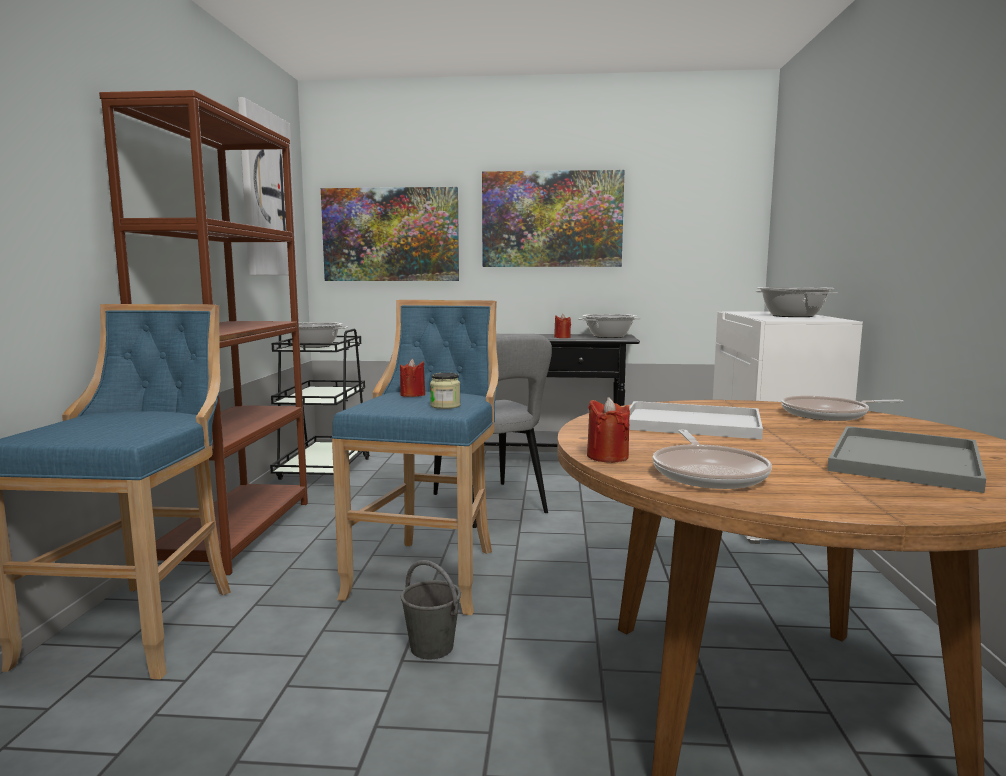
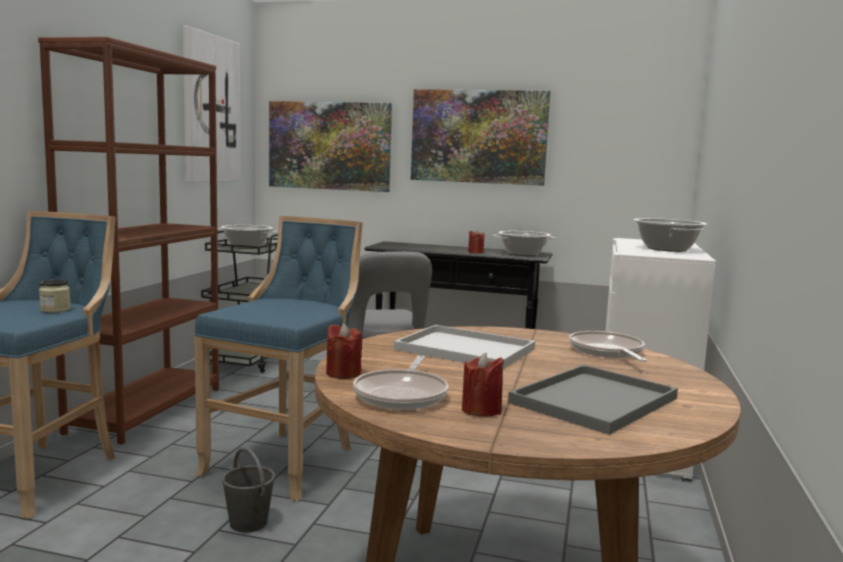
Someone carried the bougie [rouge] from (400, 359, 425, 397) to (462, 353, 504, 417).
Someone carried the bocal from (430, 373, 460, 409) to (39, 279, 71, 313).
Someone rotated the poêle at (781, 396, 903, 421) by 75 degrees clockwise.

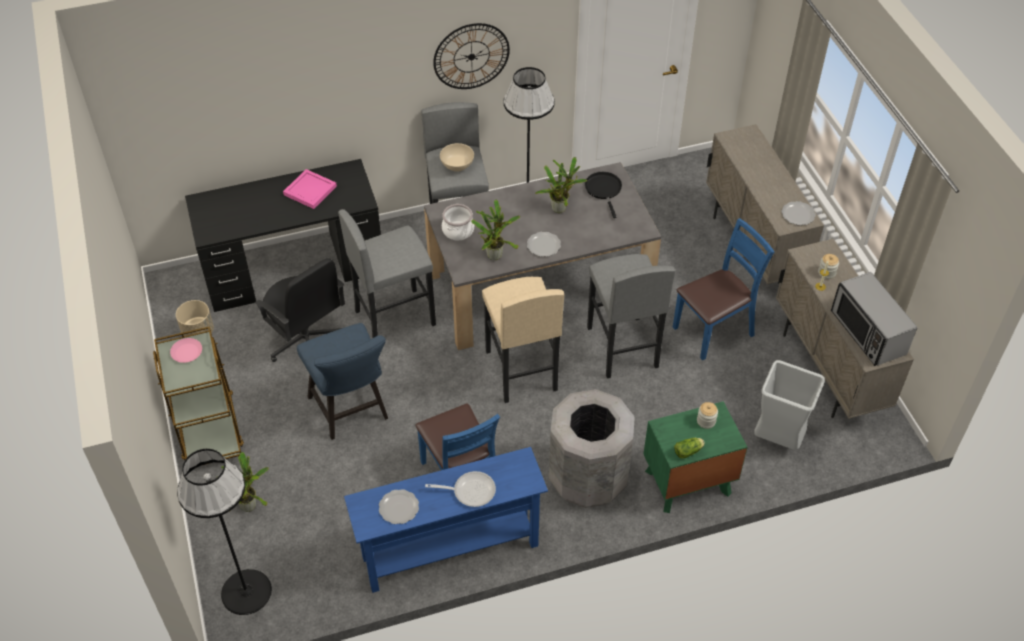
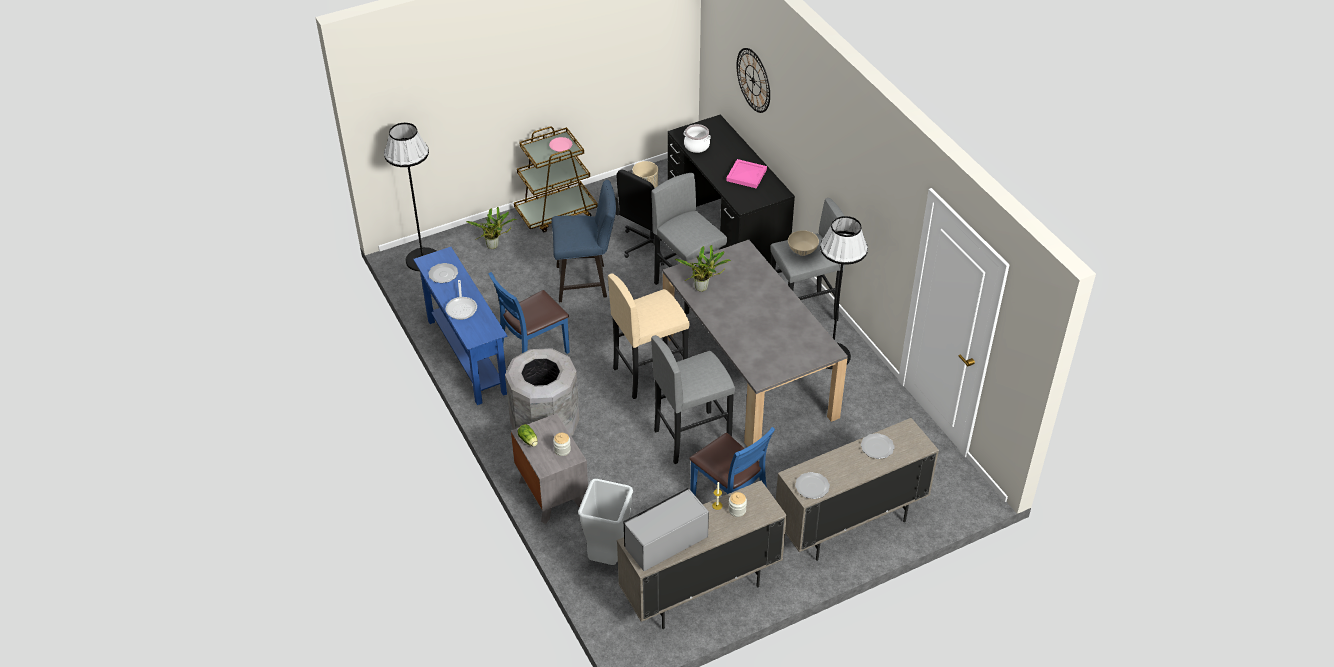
Someone carried the horloge murale from (433, 23, 510, 89) to (737, 48, 770, 113).
Someone took away the plante en pot at (535, 157, 587, 213).
Someone took away the poêle [noir] at (585, 172, 622, 218).
Someone carried the marmite from (442, 204, 474, 240) to (684, 124, 711, 153).
Someone carried the assiette from (527, 232, 561, 257) to (861, 433, 895, 459).
Someone rotated the chaise [bleu] at (297, 323, 388, 440) by 150 degrees counterclockwise.
Someone repainted the table de chevet [vert] at (643, 401, 748, 513), which became the table de chevet [gris] at (511, 413, 588, 524).

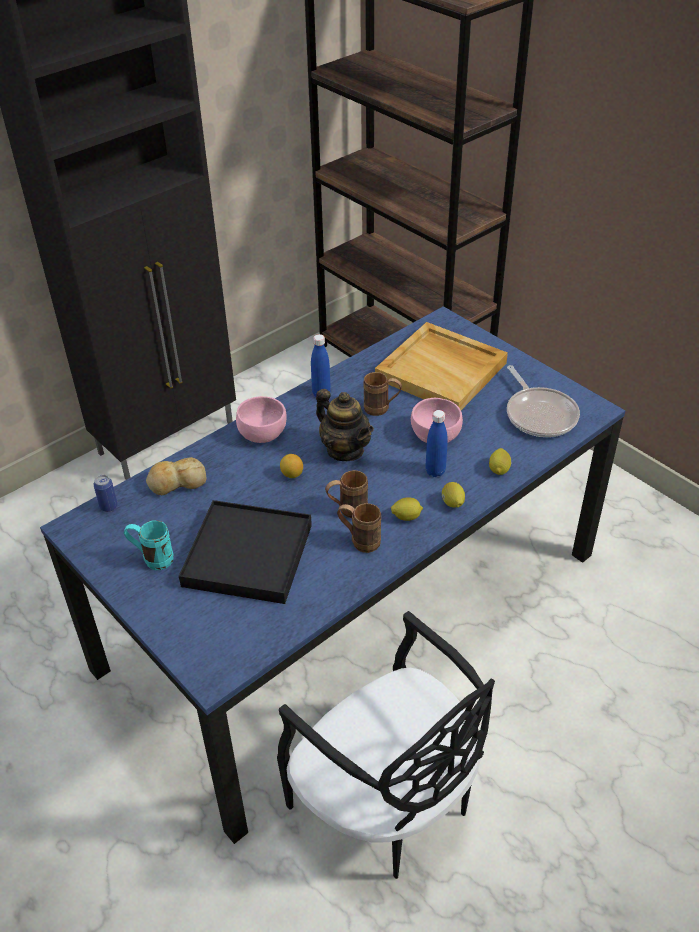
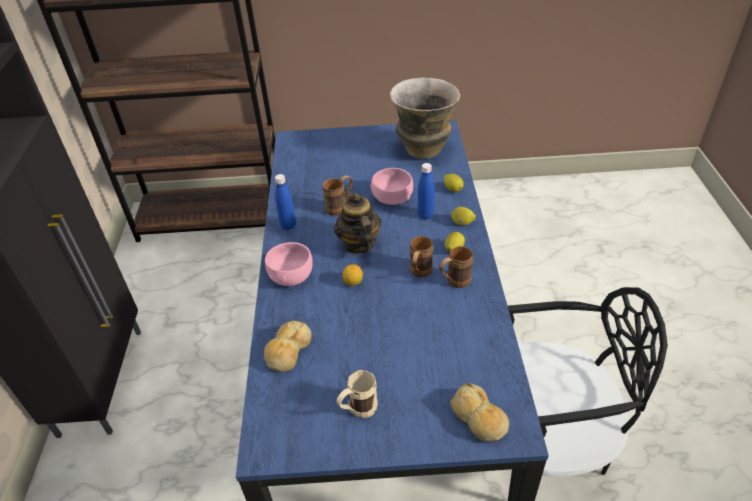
Someone took away the plateau [beige] at (375, 322, 508, 410).
Someone swapped the poêle at (507, 365, 580, 437) for the vase at (390, 77, 460, 159).
Someone rotated the théière at (316, 389, 374, 461) by 105 degrees counterclockwise.
Someone took away the boîte métallique at (93, 475, 118, 512).
Someone took away the plateau [noir] at (179, 500, 312, 604).
Someone repainted the mug [turquoise] at (124, 520, 174, 570), which became the mug [beige] at (336, 370, 378, 418).
Someone put down the pain at (450, 383, 509, 442).

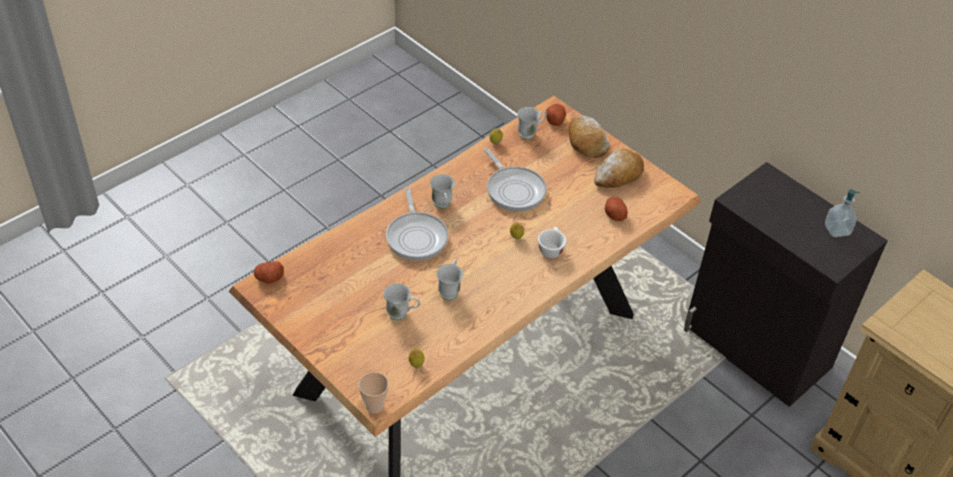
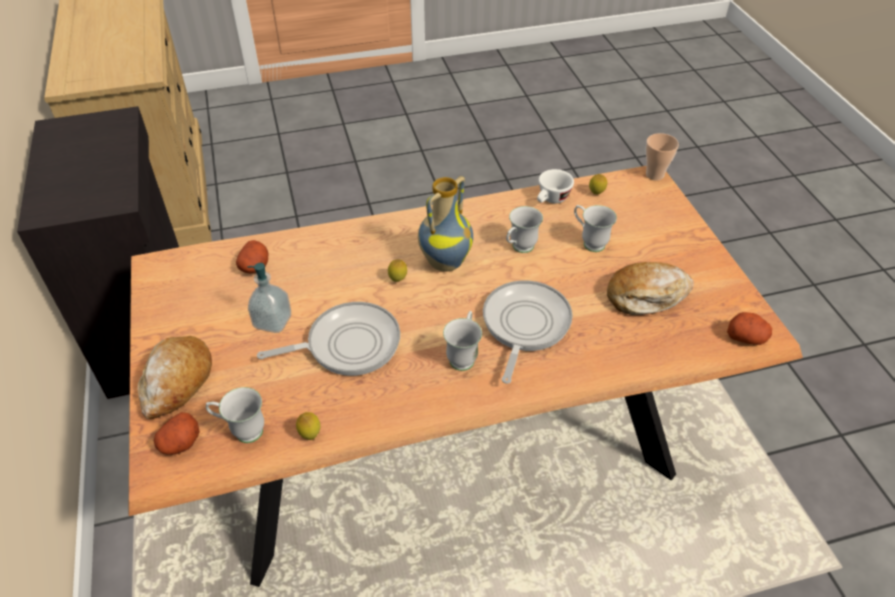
Someone rotated the poêle at (484, 148, 547, 212) by 75 degrees clockwise.
Someone carried the pain from (594, 148, 644, 188) to (607, 262, 694, 315).
Someone carried the distributeur de savon from (825, 189, 860, 237) to (247, 263, 291, 333).
Someone carried the tasse [blanc] from (538, 227, 566, 258) to (537, 169, 574, 204).
Someone put down the vase at (418, 176, 473, 272).

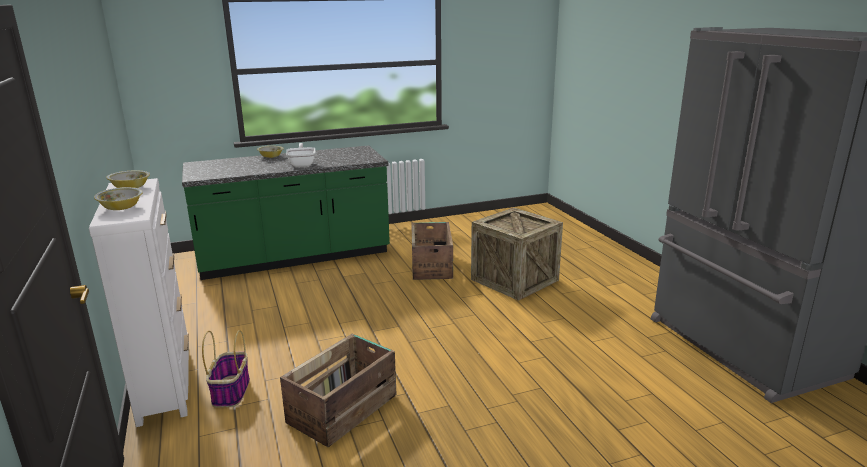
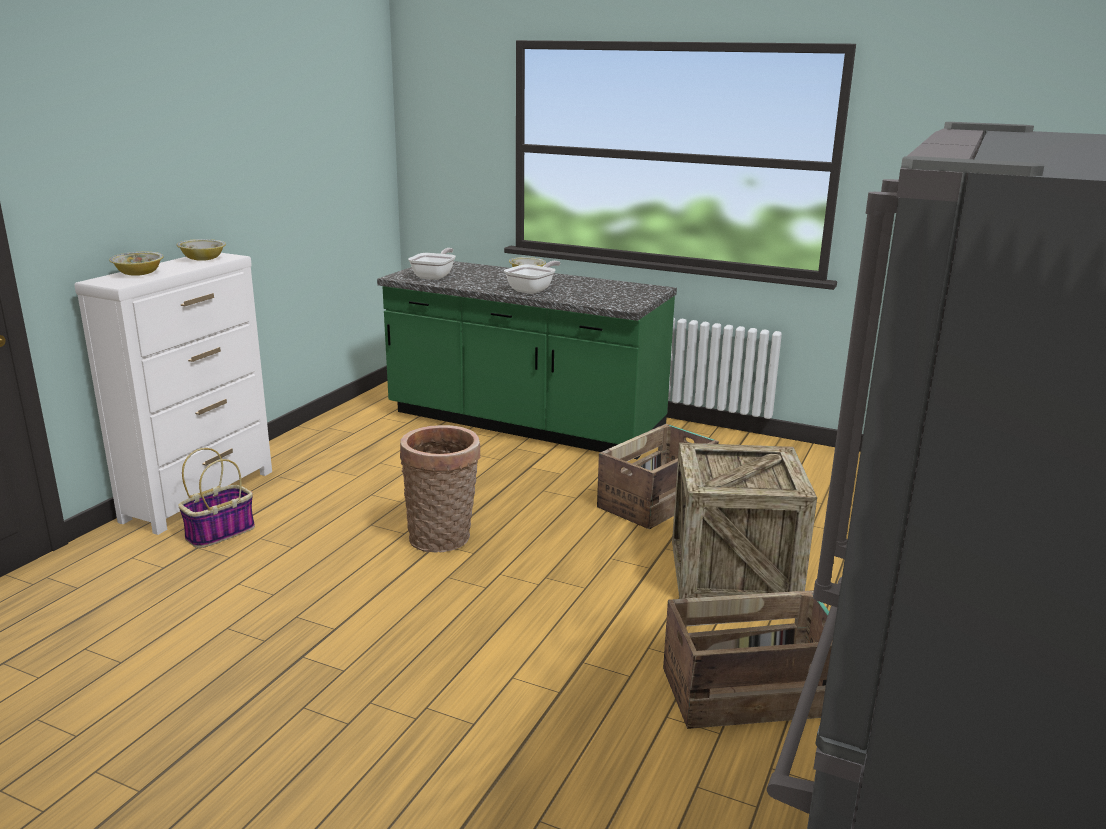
Someone carried the caisse from (280, 334, 397, 448) to (663, 590, 833, 729).
Someone put down the poêle at (408, 248, 456, 280).
Someone put down the panier at (400, 425, 480, 553).

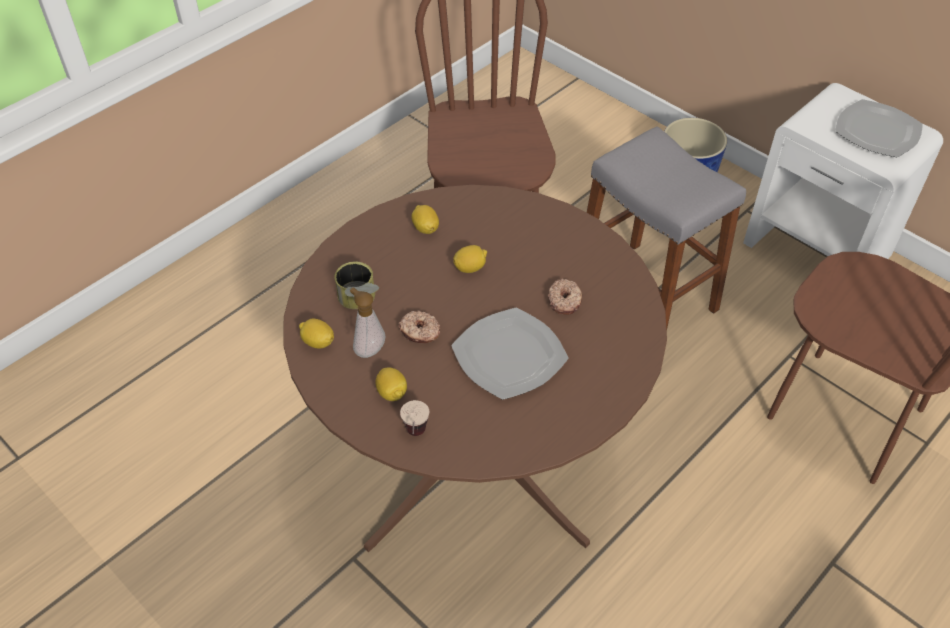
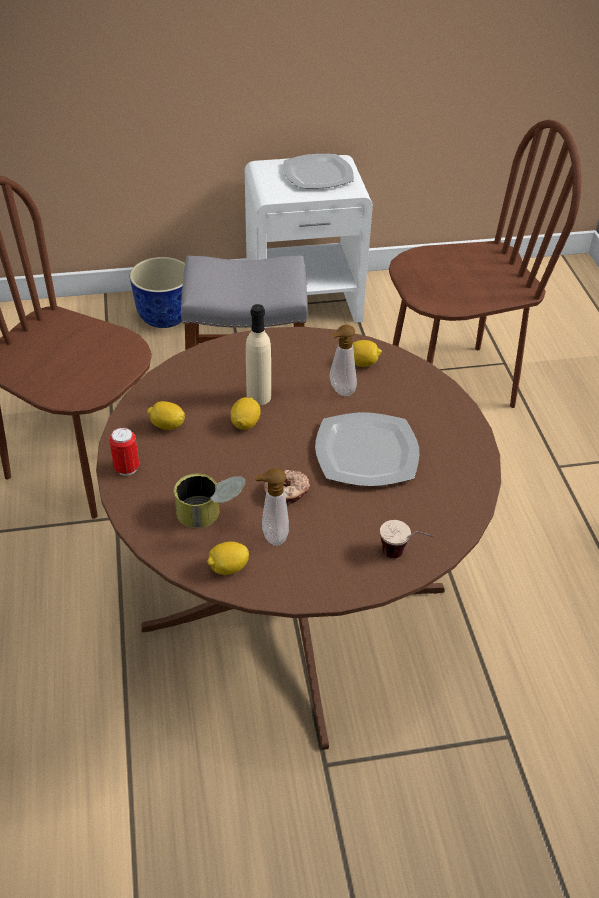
Someone swapped the beignet at (548, 279, 582, 315) for the distributeur de savon at (329, 325, 357, 396).
Someone carried the citron from (375, 368, 407, 401) to (352, 340, 382, 367).
Someone put down the bouteille [beige] at (246, 304, 271, 405).
Someone put down the boîte métallique at (109, 427, 139, 476).

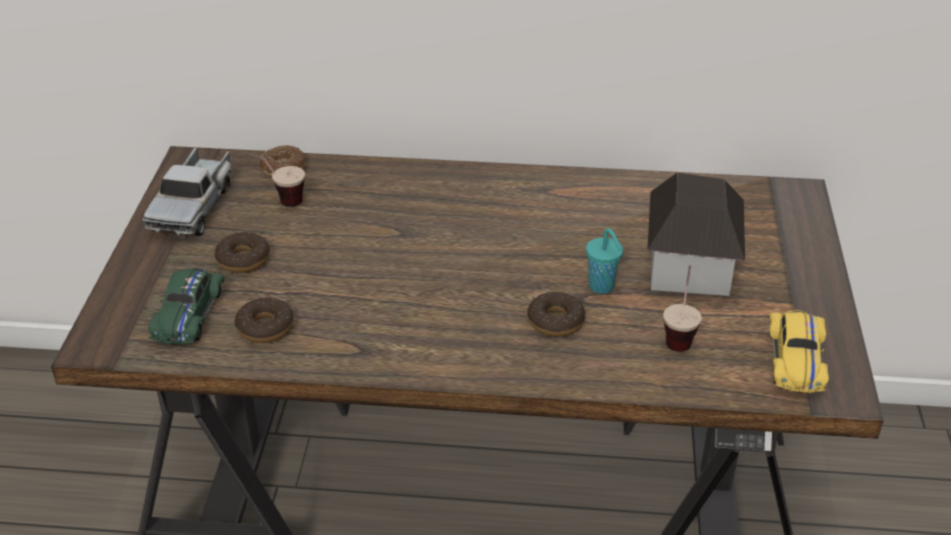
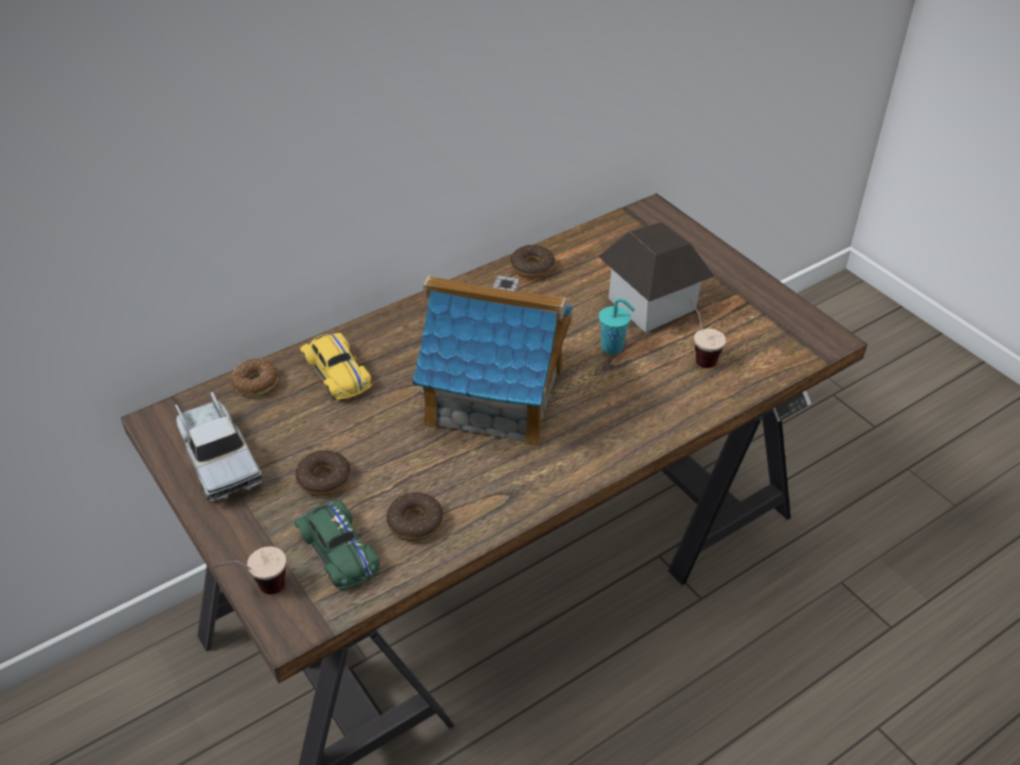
Someone carried the tasse from (244, 152, 305, 207) to (212, 546, 286, 594).
Someone carried the beignet from (527, 292, 585, 337) to (510, 245, 555, 278).
Someone carried the petite voiture [jaune] from (769, 310, 829, 393) to (300, 333, 372, 400).
Someone put down the maison miniature at (412, 275, 573, 448).

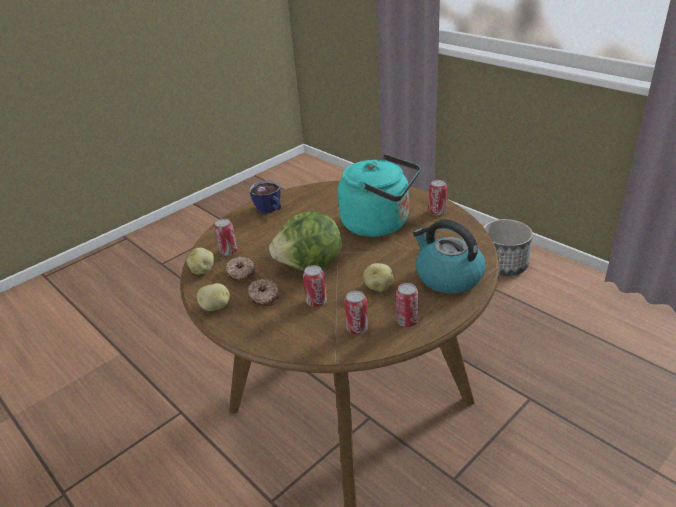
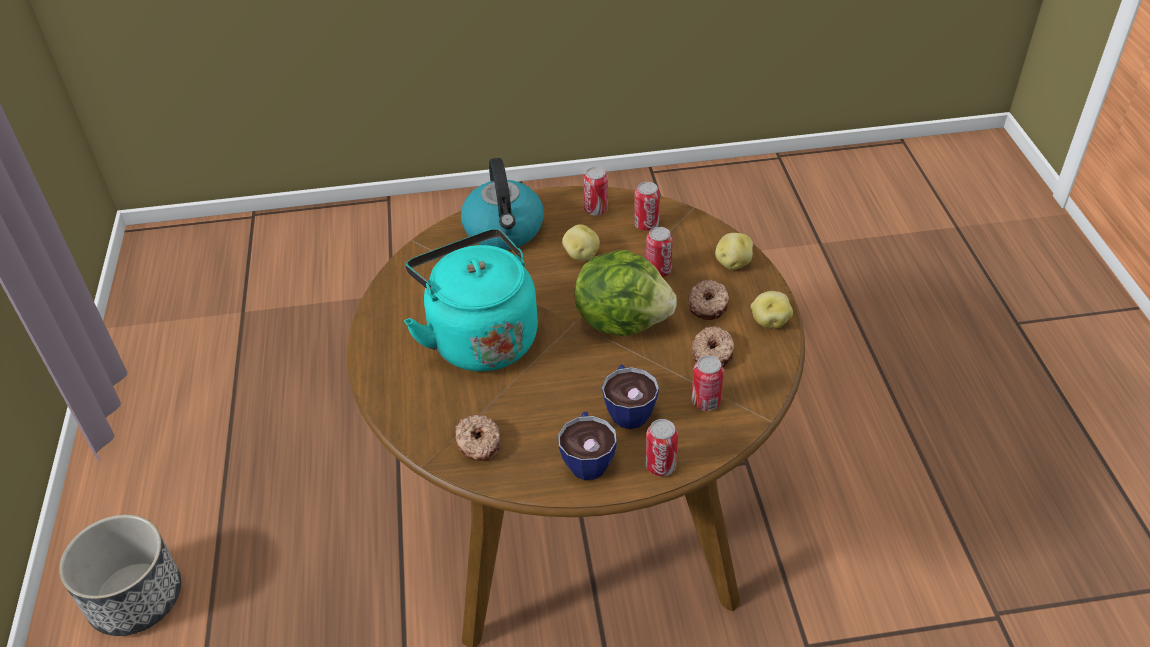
Someone carried the boîte métallique from (429, 180, 447, 215) to (646, 419, 678, 476).
Someone carried the pomme de terre from (186, 248, 214, 275) to (715, 233, 753, 269).
Someone put down the tasse at (602, 365, 659, 429).
Someone put down the beignet at (455, 415, 501, 461).

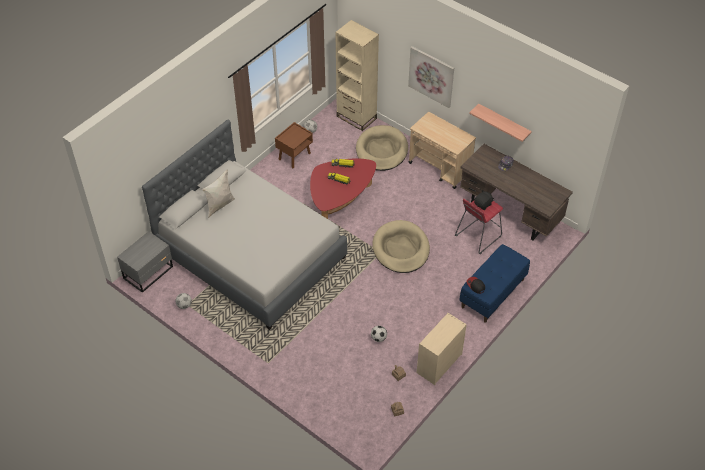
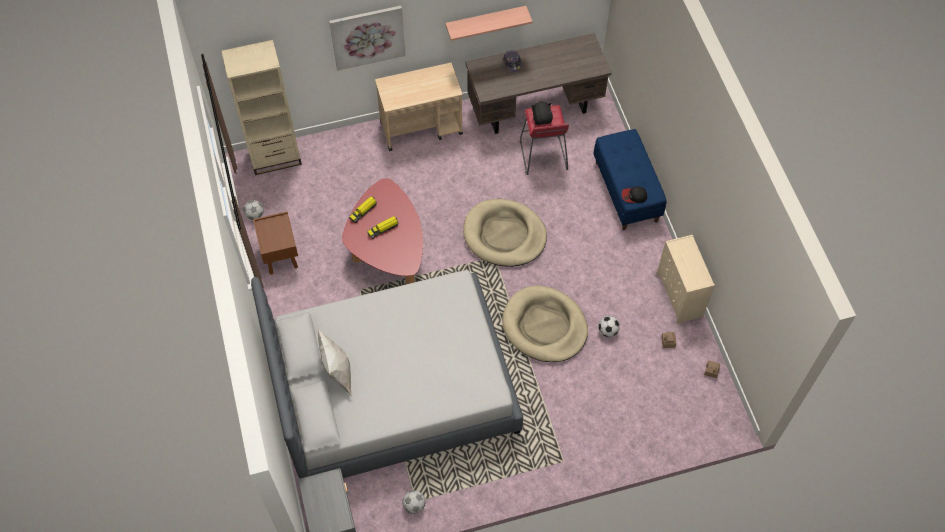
Someone carried the panier pour chien [beige] from (356, 125, 408, 171) to (502, 286, 588, 362).

